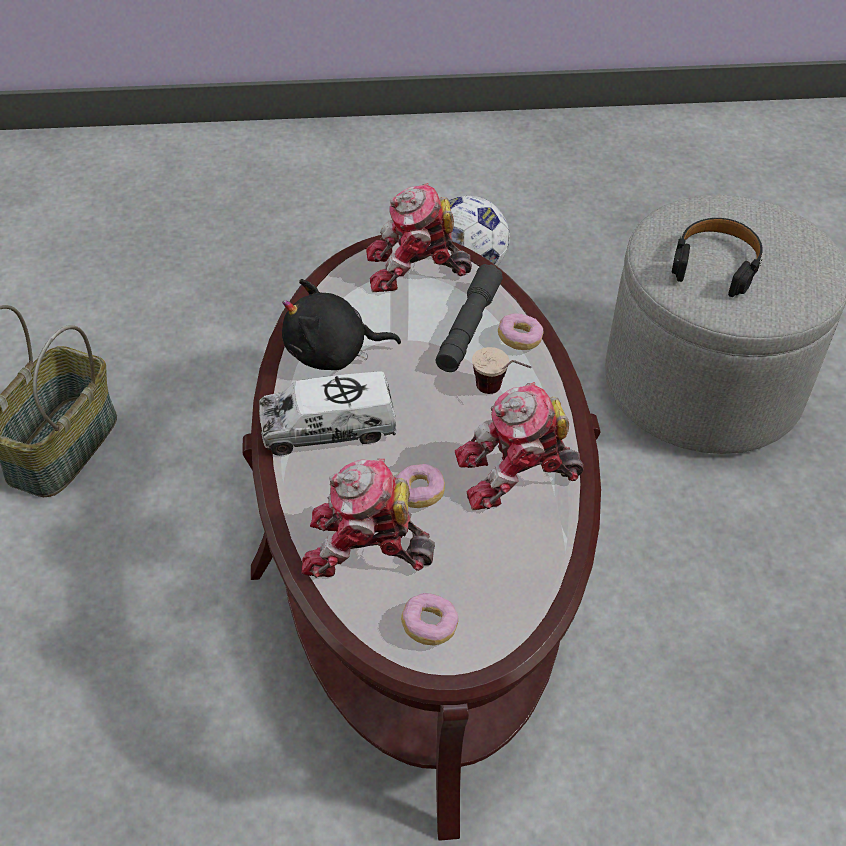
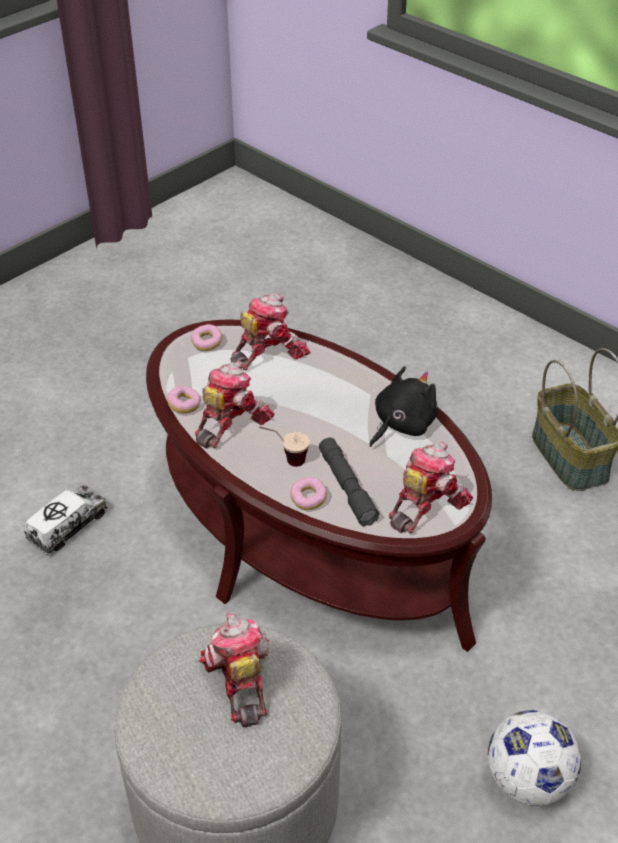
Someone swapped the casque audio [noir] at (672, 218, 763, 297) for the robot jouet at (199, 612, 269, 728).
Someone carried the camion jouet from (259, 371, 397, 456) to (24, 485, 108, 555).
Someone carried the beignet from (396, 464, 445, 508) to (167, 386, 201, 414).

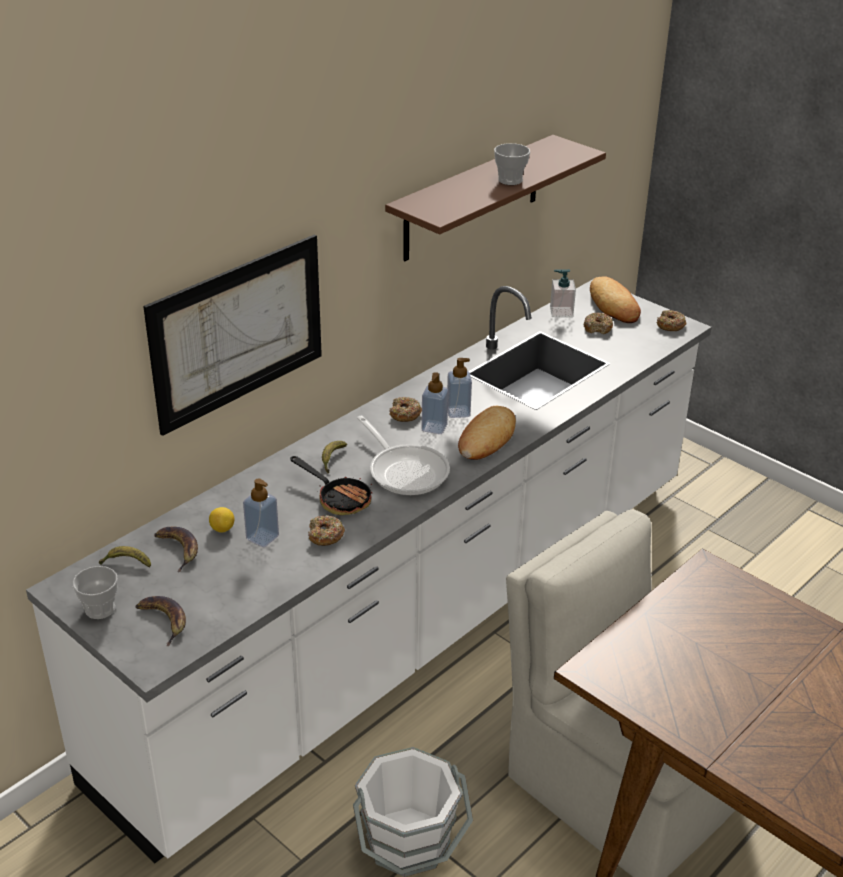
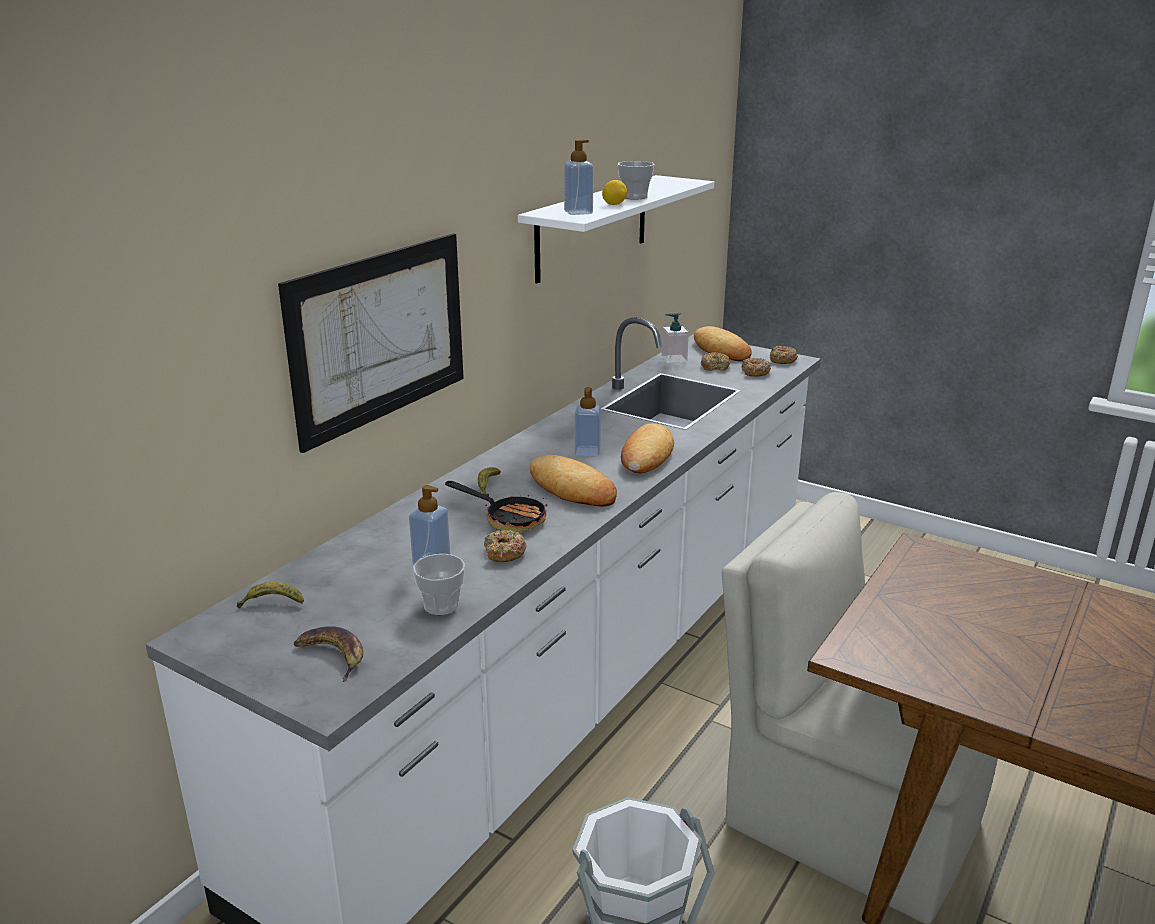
Someone repainted the étagère [marron] at (385, 135, 606, 261), which became the étagère [blanc] at (518, 175, 714, 283).
Someone carried the distributeur de savon from (447, 358, 472, 418) to (564, 140, 593, 215).
Someone carried the beignet from (389, 397, 422, 422) to (742, 358, 771, 377).
Someone swapped the poêle at (357, 416, 450, 496) for the pain at (530, 455, 617, 507).
Someone carried the citron from (209, 507, 235, 532) to (602, 180, 627, 205).
Someone took away the banane at (154, 527, 198, 572).
Someone carried the tasse from (73, 566, 118, 619) to (413, 554, 465, 615).

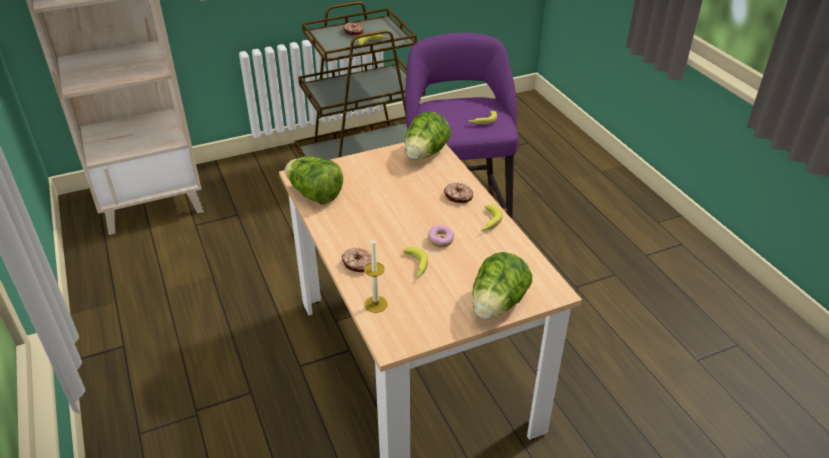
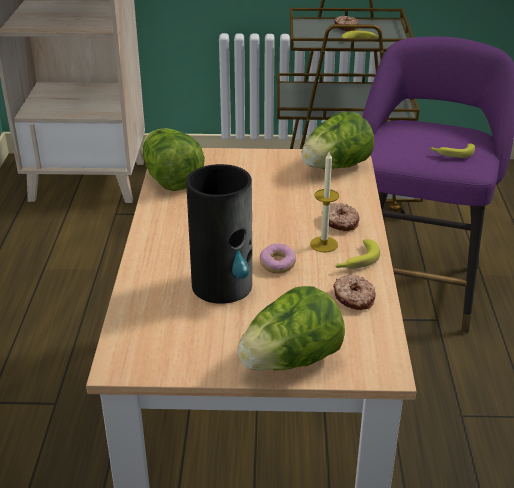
Someone carried the bougie from (364, 238, 387, 313) to (310, 152, 339, 252).
Someone swapped the banane at (403, 247, 428, 278) for the vase at (186, 164, 252, 304).
Someone carried the beignet from (342, 248, 371, 272) to (333, 275, 376, 310).

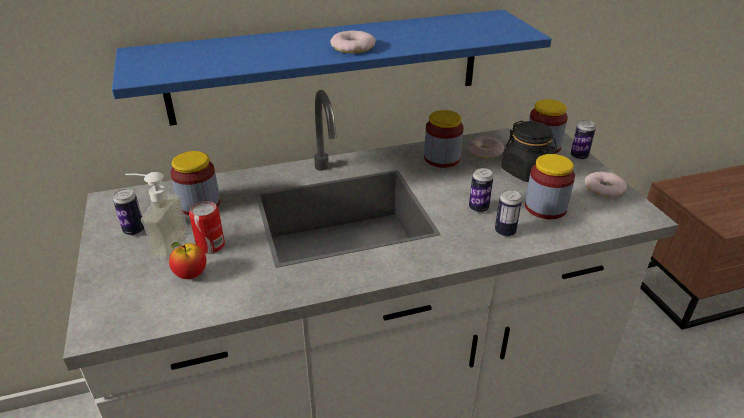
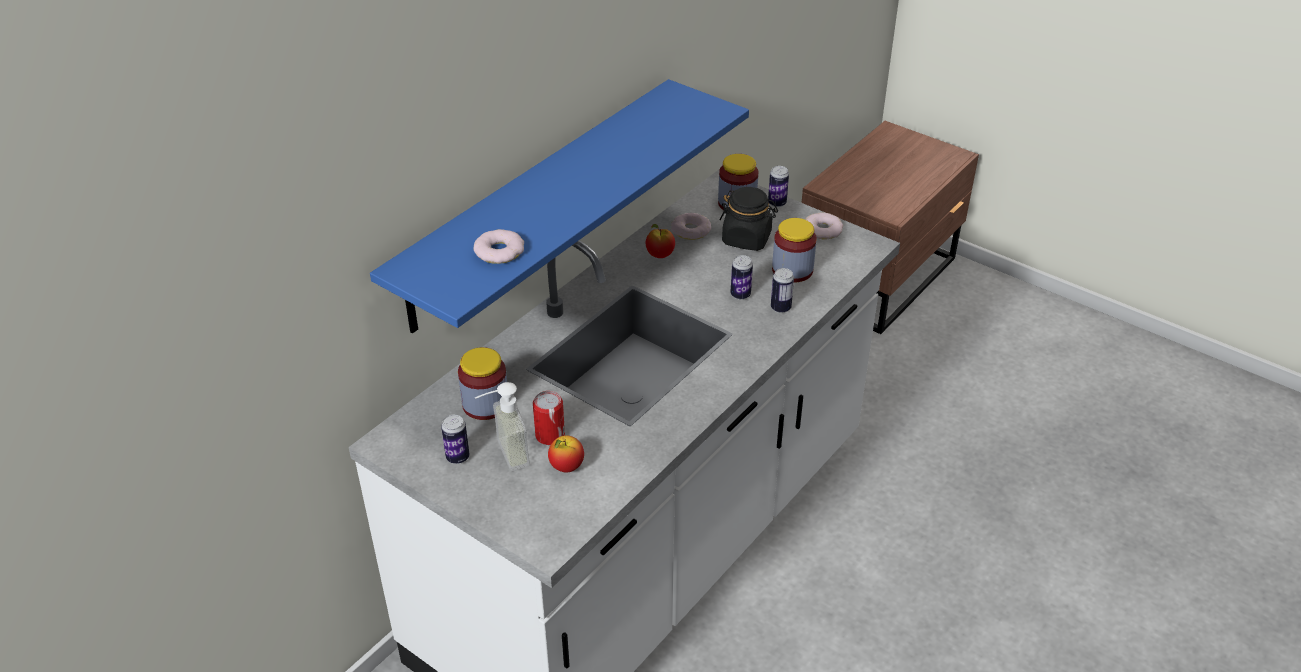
Someone carried the beignet from (330, 30, 376, 53) to (473, 229, 524, 264).
Someone swapped the bocal at (424, 110, 464, 168) for the pomme at (646, 224, 675, 258).

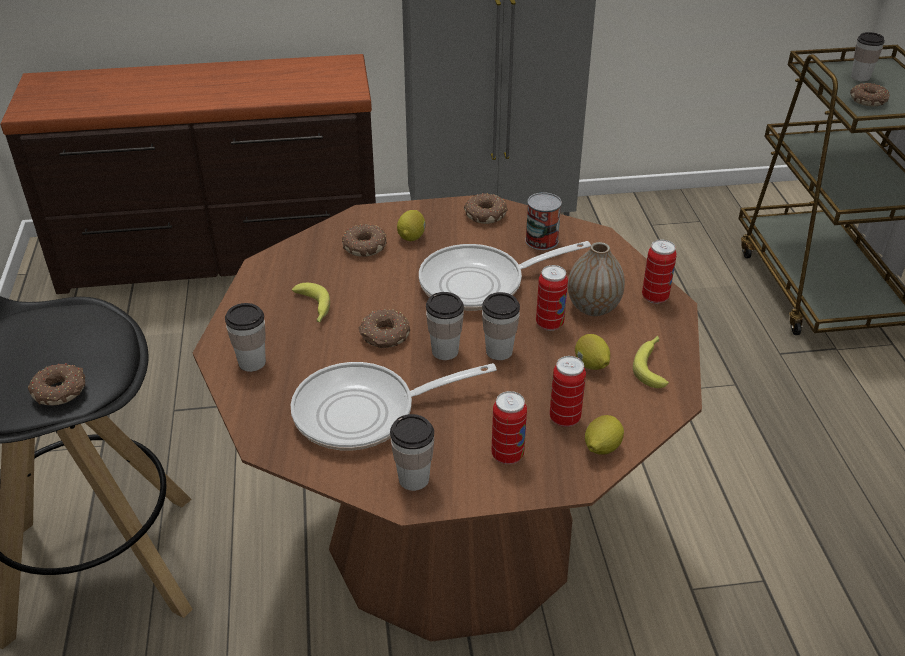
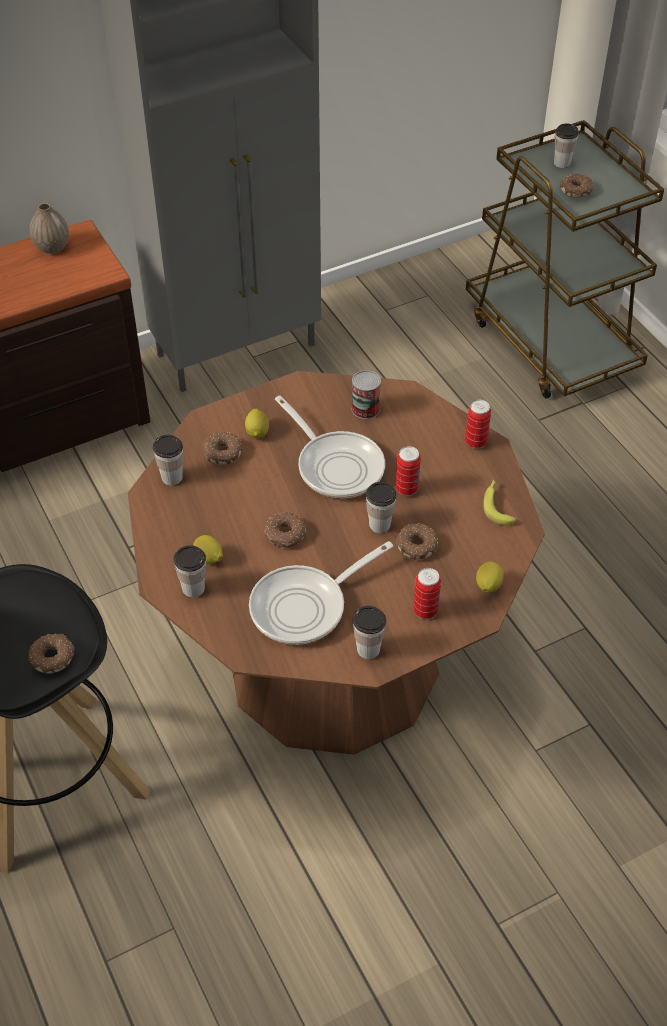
Someone carried the beignet from (464, 193, 507, 224) to (396, 523, 439, 560).
Someone rotated the poêle at (419, 241, 591, 311) by 90 degrees counterclockwise.
Someone carried the vase from (568, 242, 625, 316) to (30, 203, 69, 254).
Someone took away the banane at (292, 283, 330, 322).
Someone carried the tasse from (426, 292, 464, 360) to (153, 435, 183, 485).
Someone carried the citron from (575, 334, 610, 370) to (193, 535, 223, 564).
Someone took away the boîte métallique at (550, 356, 586, 427).

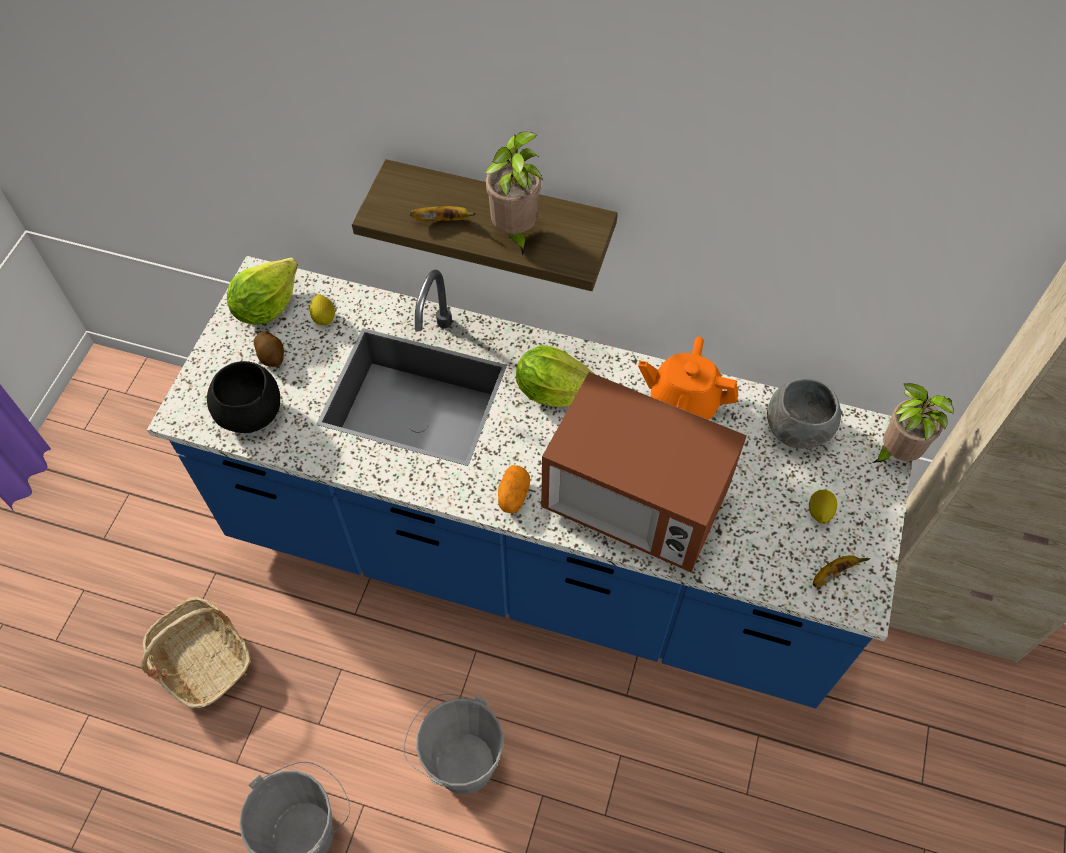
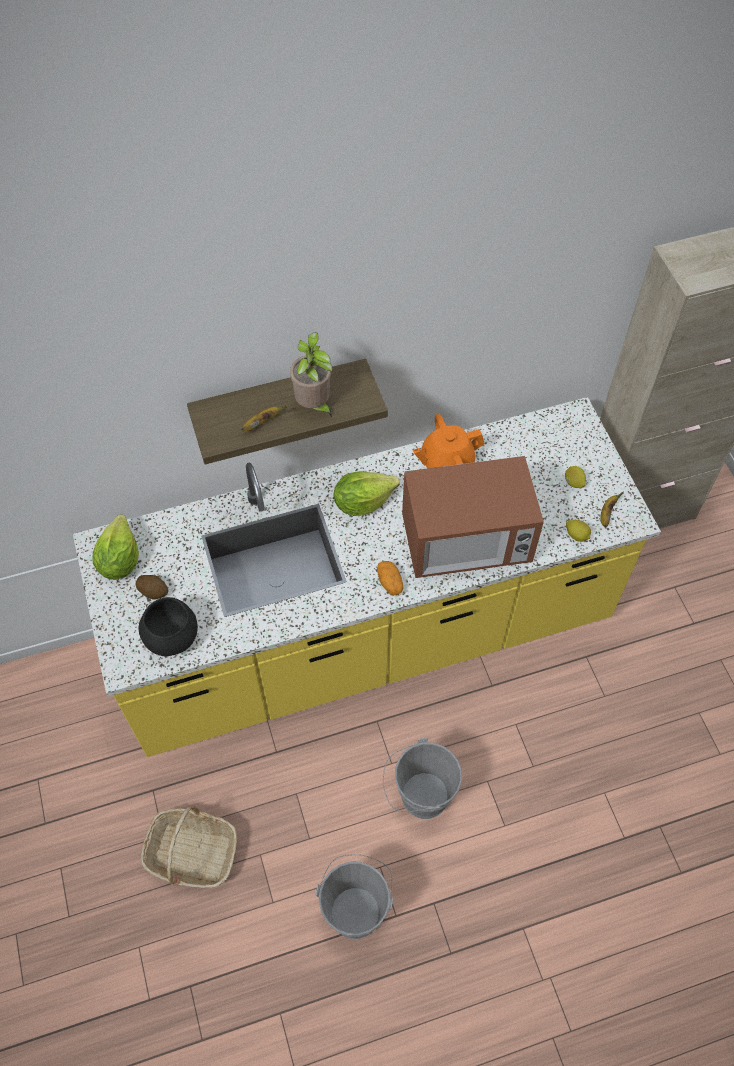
Someone repainted the comptoir de cuisine [bleu] at (147, 256, 912, 708), which became the comptoir de cuisine [jaune] at (73, 397, 661, 757).
Someone carried the citron from (310, 294, 335, 325) to (566, 520, 591, 542).
Someone took away the bol [gris] at (767, 378, 841, 449).
Someone took away the plante en pot at (873, 383, 954, 463).

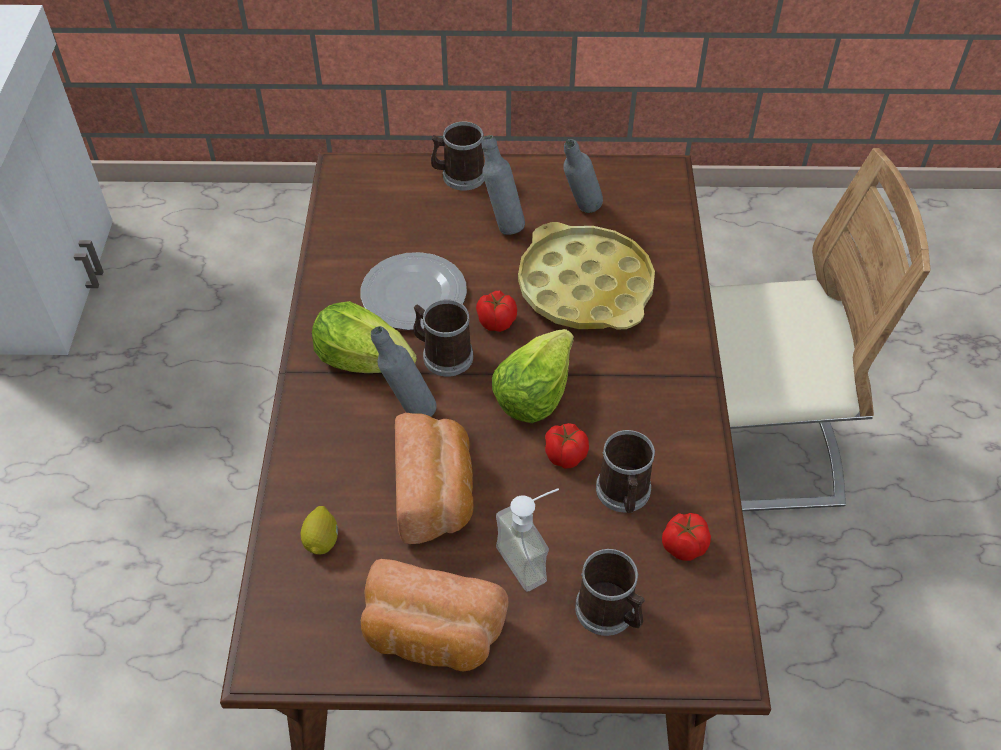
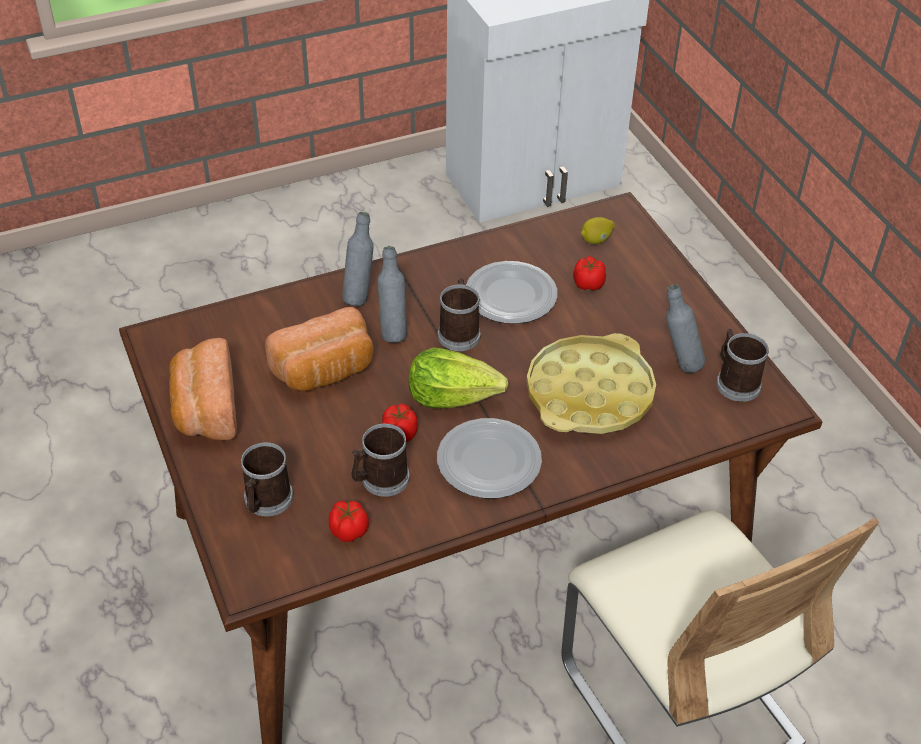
Someone carried the mug from (431, 122, 484, 191) to (716, 329, 769, 402).
Someone carried the bouteille [gris] from (481, 135, 525, 235) to (342, 212, 374, 306).
Someone carried the tomate from (476, 291, 517, 332) to (573, 256, 606, 290).
Someone took away the laitue at (312, 301, 417, 373).
Someone took away the distributeur de savon at (496, 488, 559, 592).
Someone carried the citron from (301, 506, 338, 555) to (581, 217, 615, 244).
Someone put down the assiette at (437, 418, 542, 499).

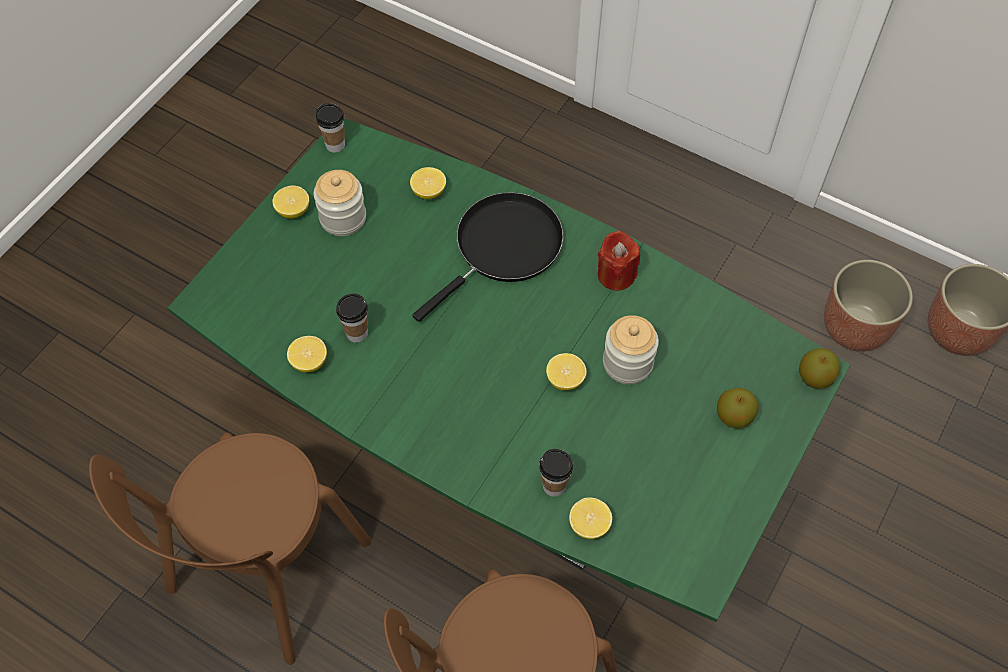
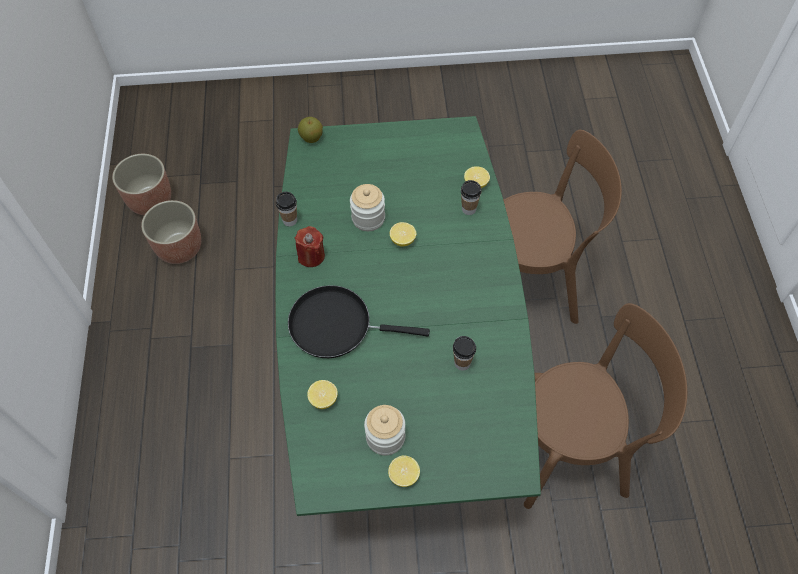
Someone carried the tasse from (316, 103, 345, 153) to (276, 192, 297, 226).
Someone took away the citron at (287, 336, 327, 372).
Someone took away the pomme at (717, 388, 759, 429).

